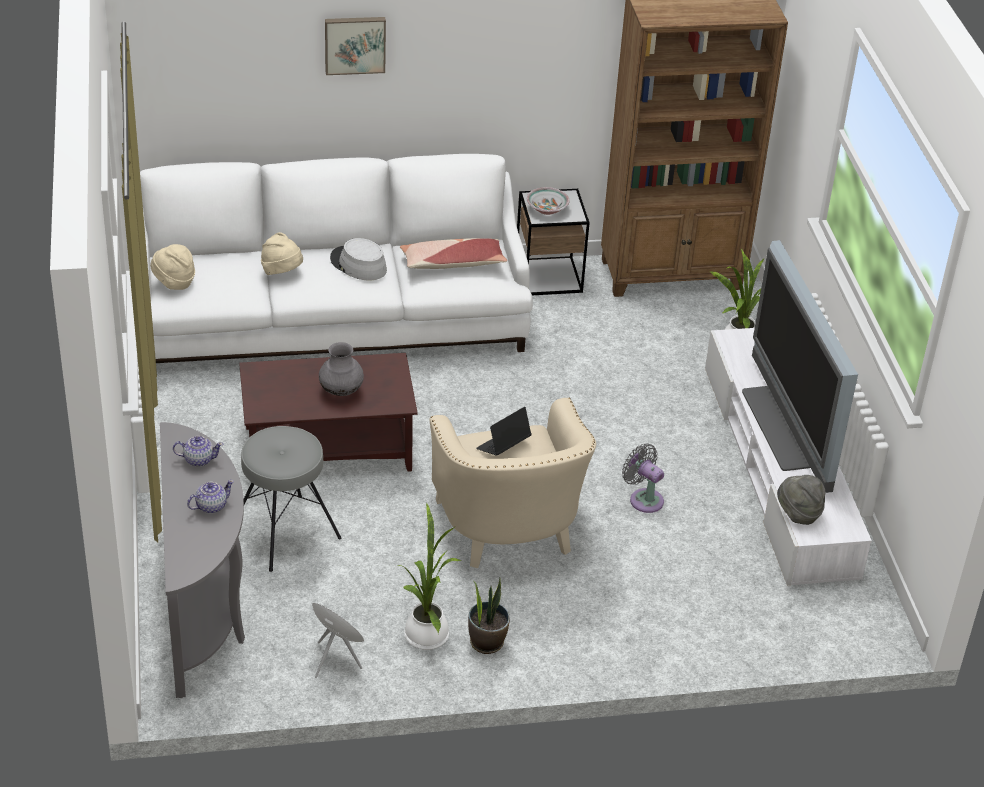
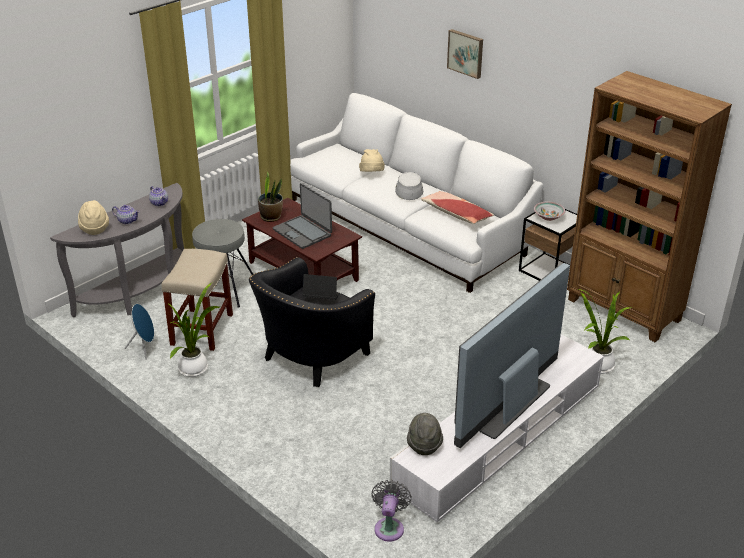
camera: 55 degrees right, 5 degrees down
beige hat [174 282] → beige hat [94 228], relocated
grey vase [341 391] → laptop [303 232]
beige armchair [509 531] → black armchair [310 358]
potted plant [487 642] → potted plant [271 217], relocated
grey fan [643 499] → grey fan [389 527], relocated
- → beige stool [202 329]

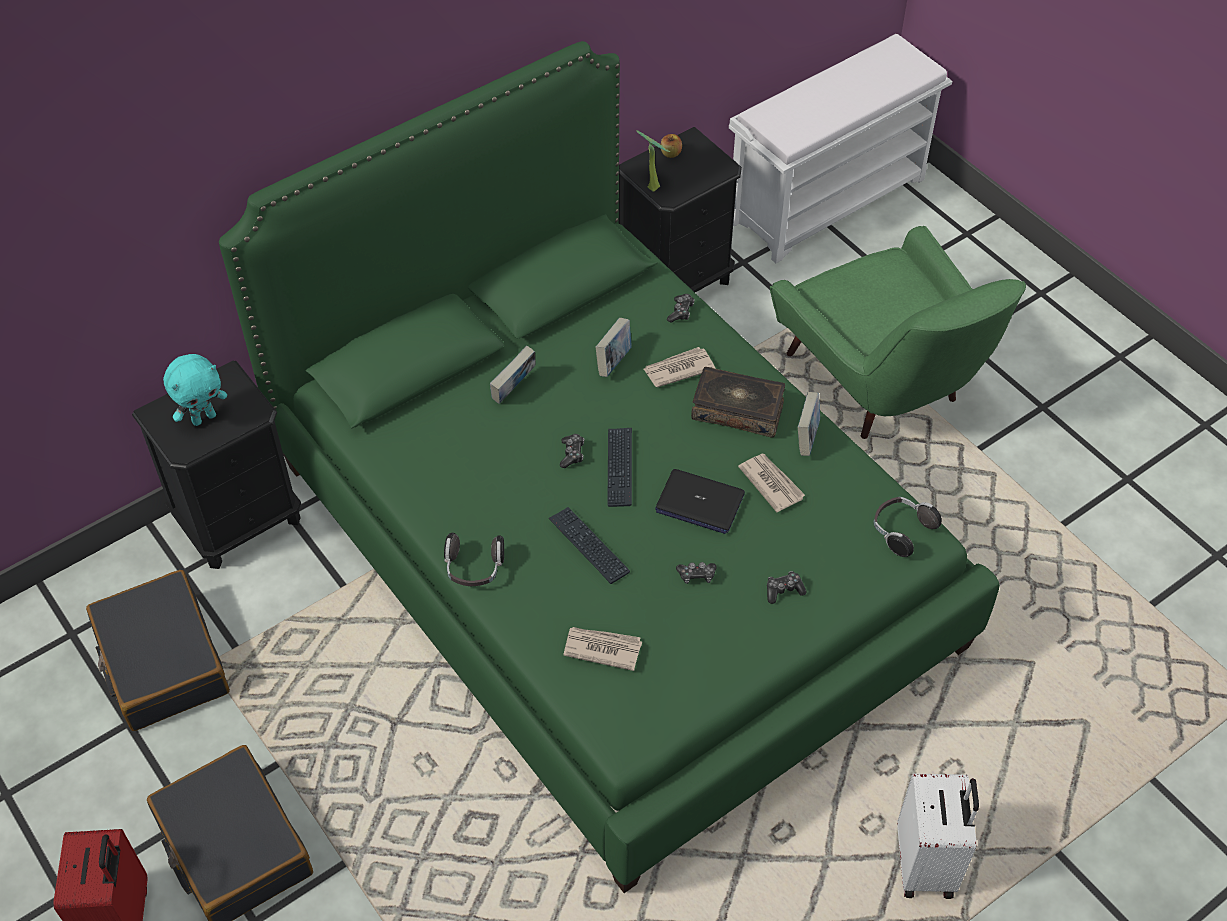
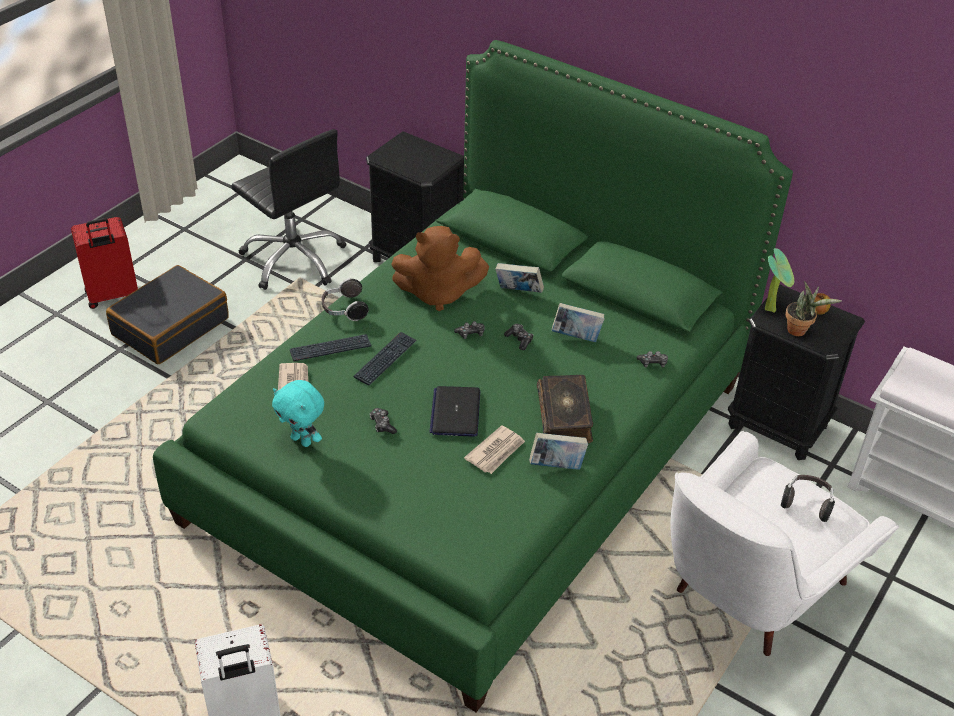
camera: 70 degrees right, 10 degrees down
black suitcase [162 662] → black office chair [294 259]
turquoise plush toy [204 418] → turquoise plush toy [302 440], relocated
keyboard [619 467] → keyboard [330 349], relocated
newspaper [678 369] → -
game controller [783 590] → game controller [519 340], relocated
green armchair [883 387] → white armchair [748 594]
headphones [901 531] → headphones [807 503], relocated
- → brown plush toy [438 293]
- → potted plant [799 330]

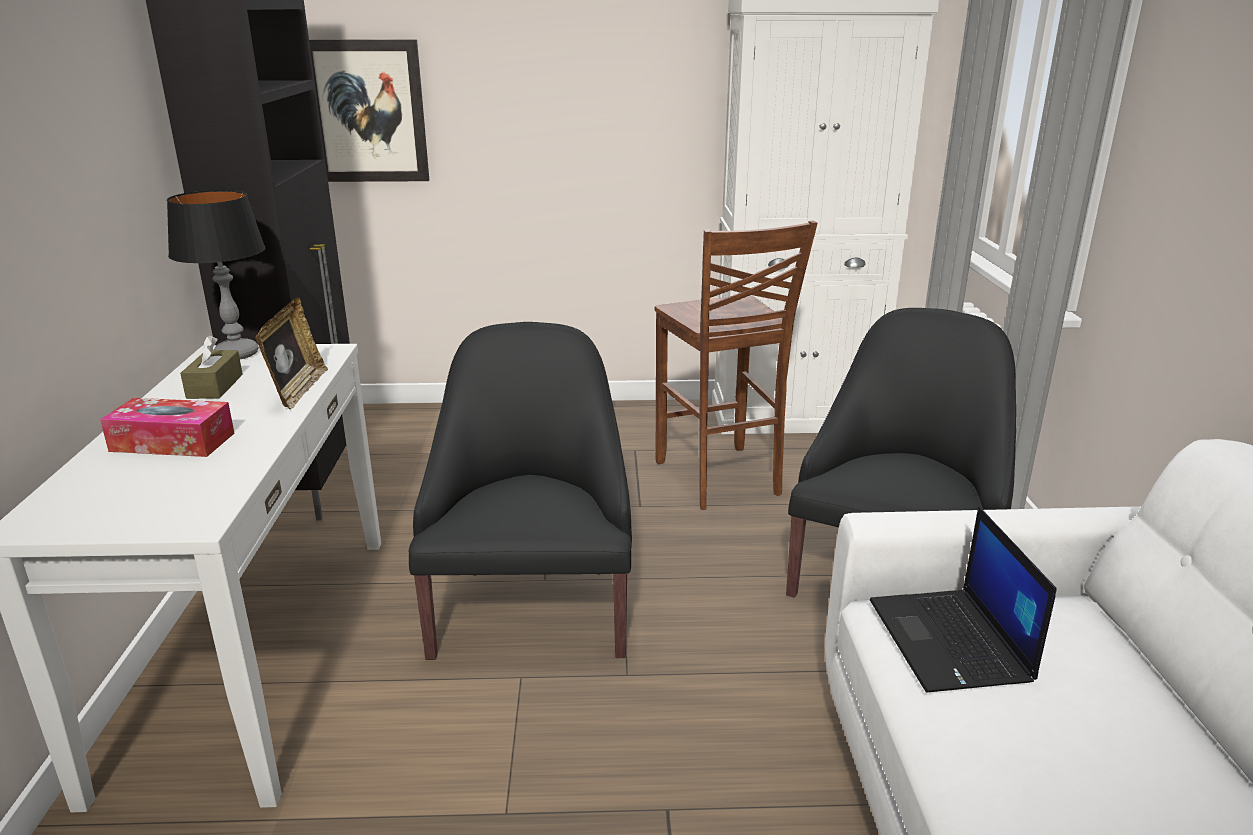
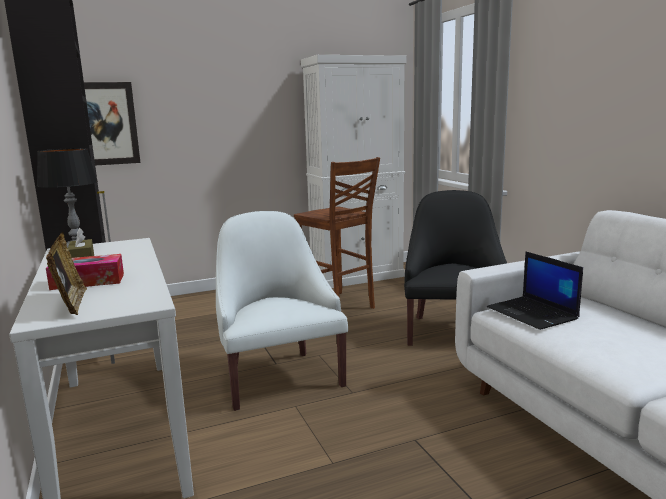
camera: 20 degrees left, 10 degrees down
picture frame [297 391] → picture frame [71 304], relocated
black armchair [532 609] → white armchair [279 377]

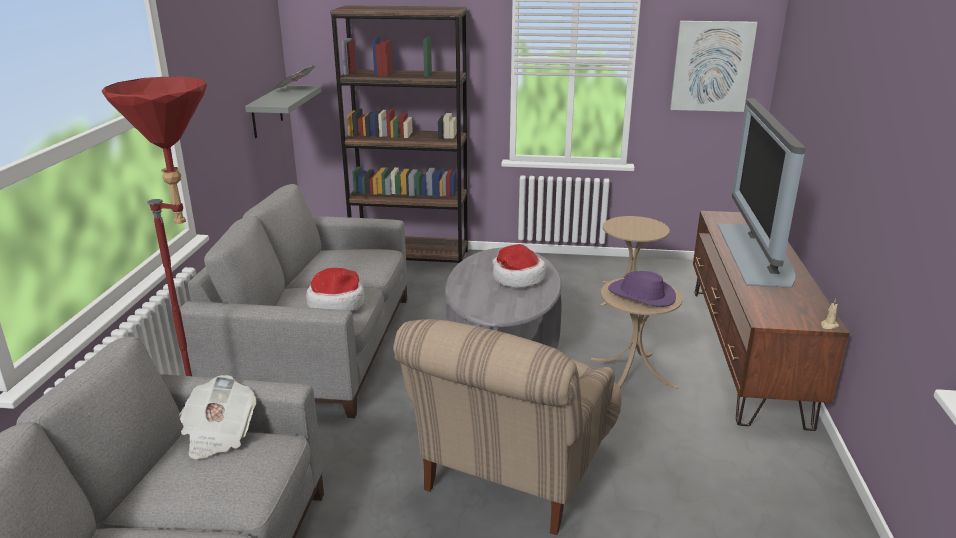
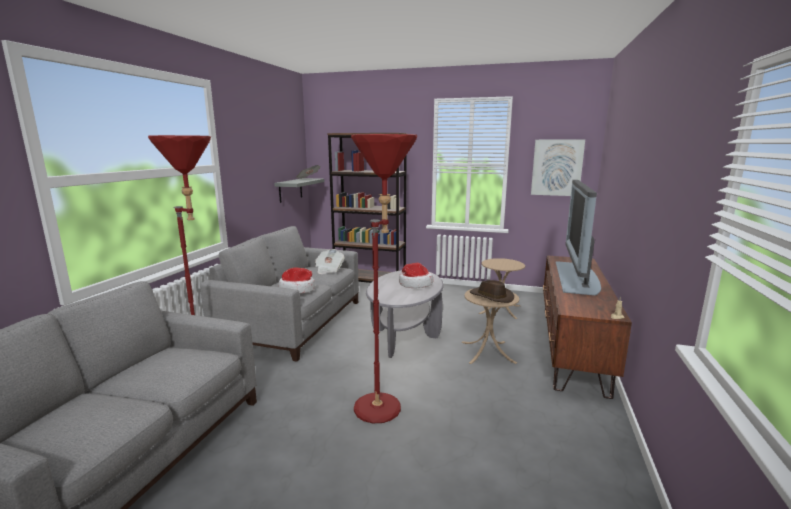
camera: 10 degrees right, 10 degrees down
newspaper [218 434] → newspaper [329 269], relocated
beige armchair [513 474] → red floor lamp [383 403]
purple hat [641 295] → brown hat [491 296]

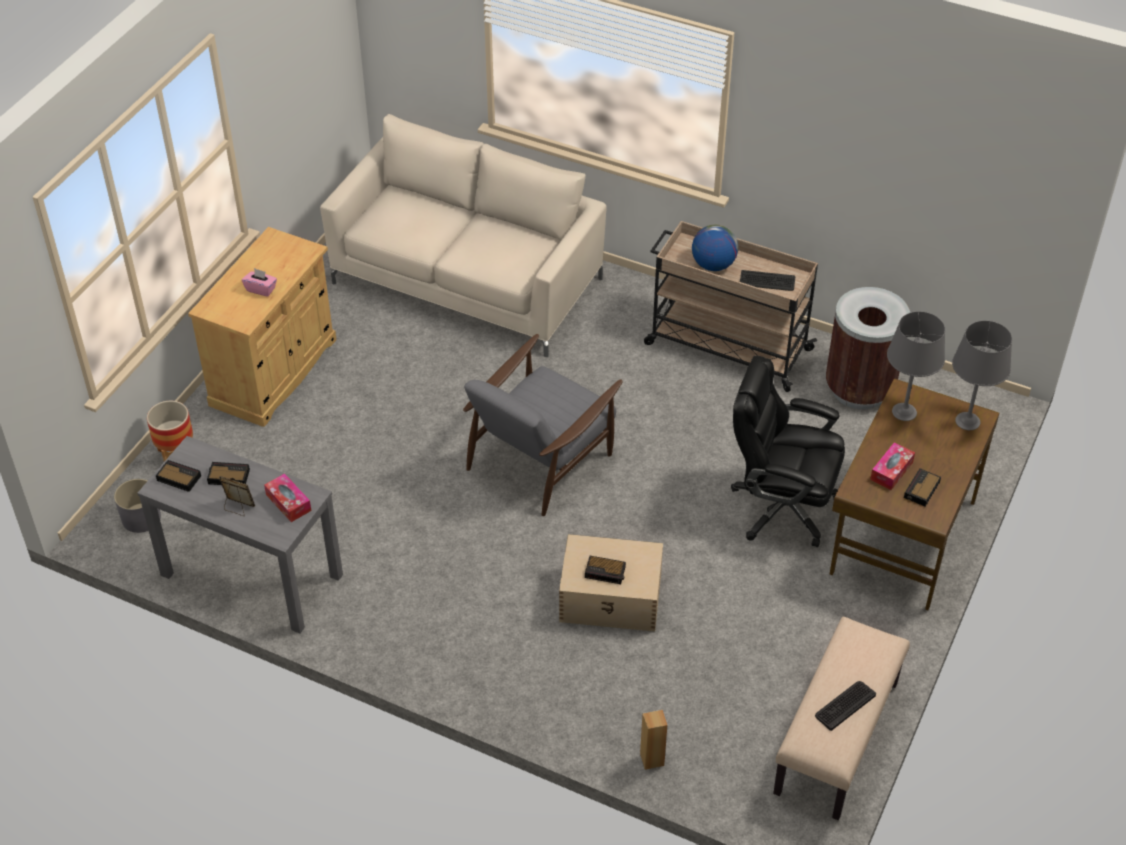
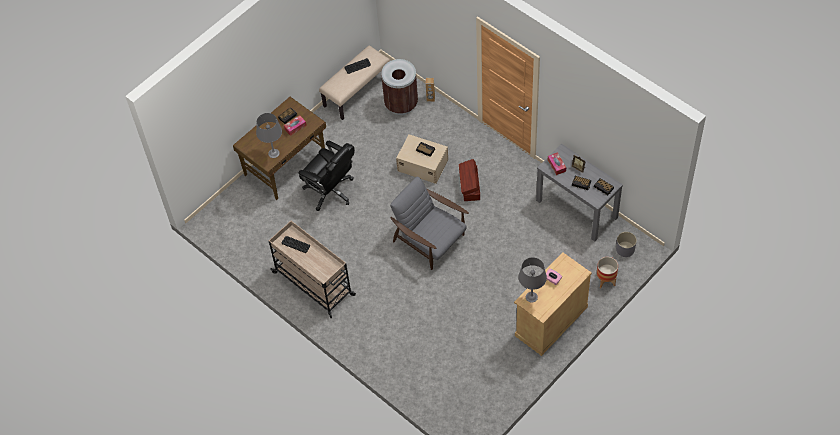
camera: 160 degrees left, 10 degrees up
beige sofa [467 280] → -
grey armchair [541 458] → grey armchair [430 240], 105 degrees counterclockwise
globe [713 265] → -
brown trash can [859 389] → brown trash can [401 104], relocated
grey table lamp [968 421] → grey table lamp [531 297], relocated
- → brown storage box [470 186]

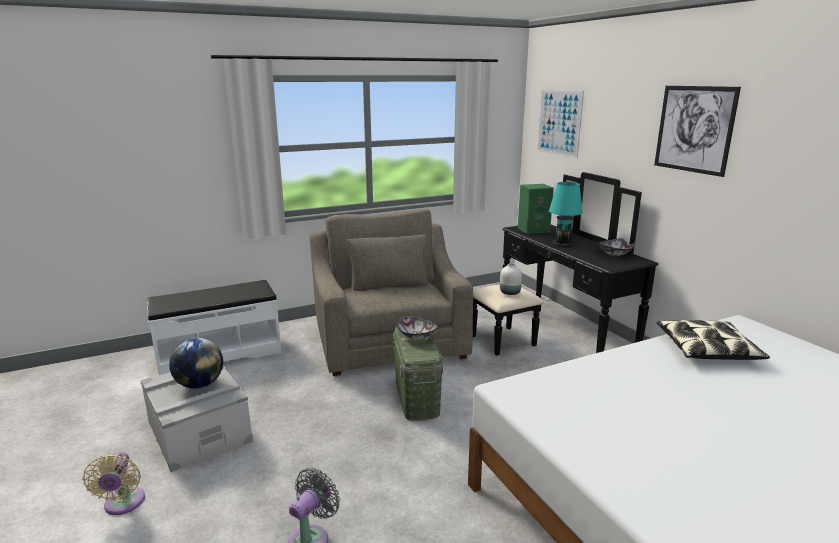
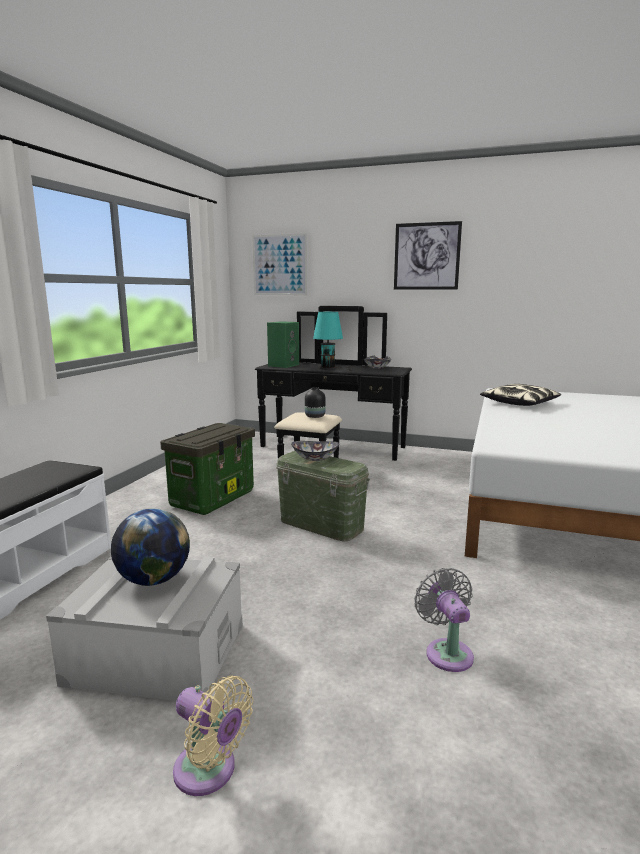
camera: 45 degrees left, 5 degrees down
grey armchair [388 340] → storage box [213 498]
white vase [509 292] → black vase [314 416]

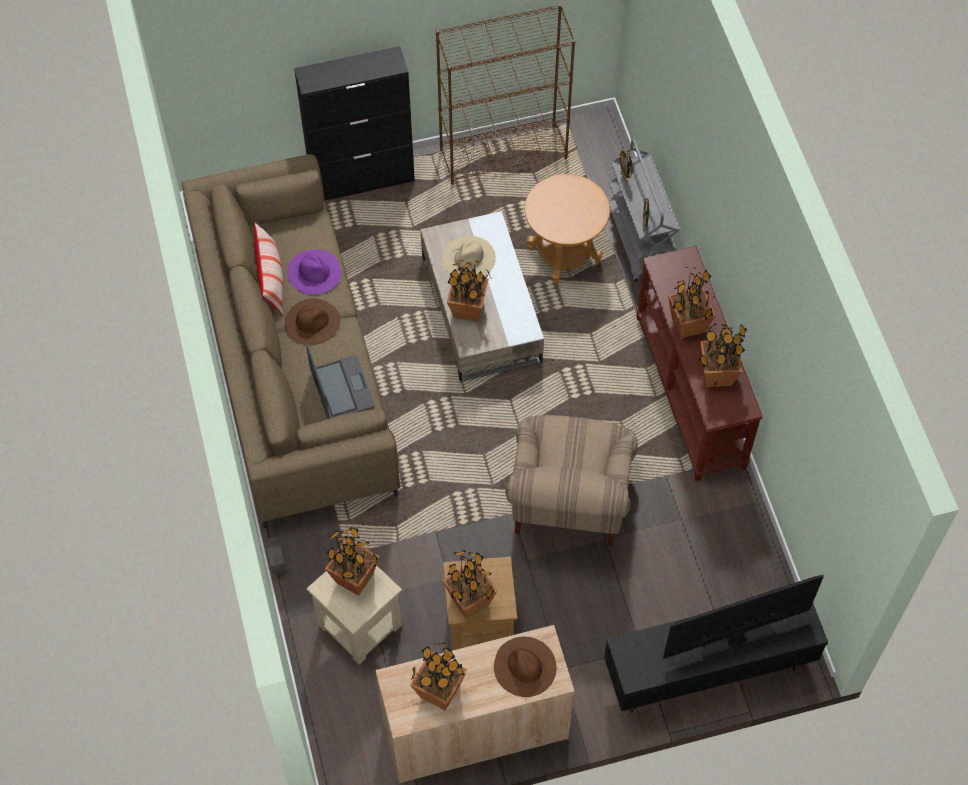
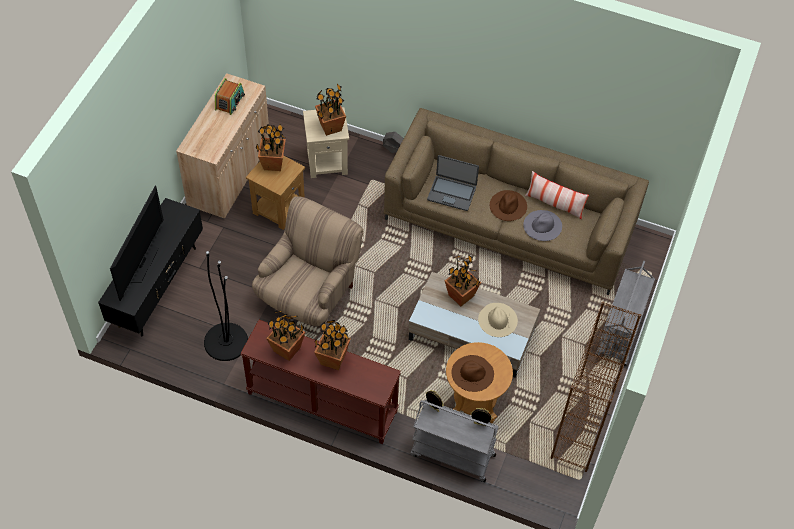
camera: 125 degrees right, 5 degrees down
purple hat [314 272] → grey hat [542 225]
black cabinet [362 179] → grey cart [620 333]
potted plant [439 691] → radio [230 102]
brown hat [524 666] → brown hat [472 373], relocated
beige armchair [569 502] → beige armchair [309 292], 75 degrees clockwise
- → black floor lamp [226 341]

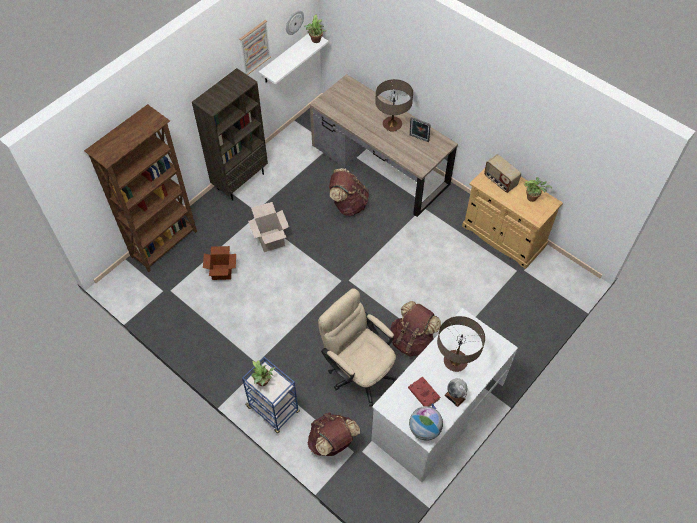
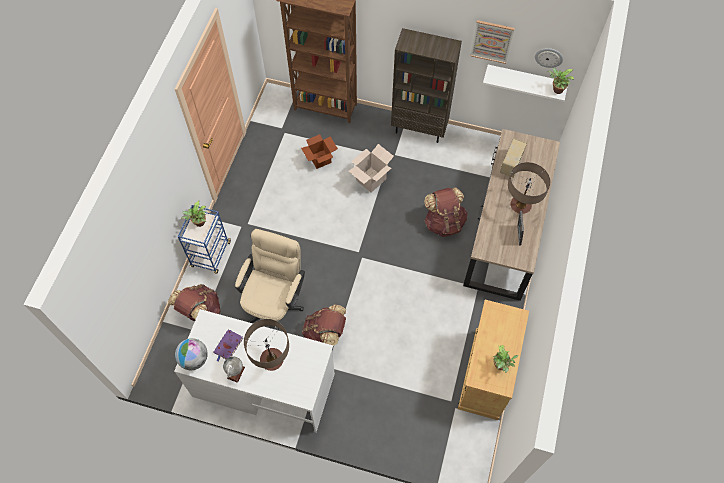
camera: 65 degrees right, 5 degrees up
red book [424 394] → purple book [228 346]
radio [500 181] → radio [510 164], relocated

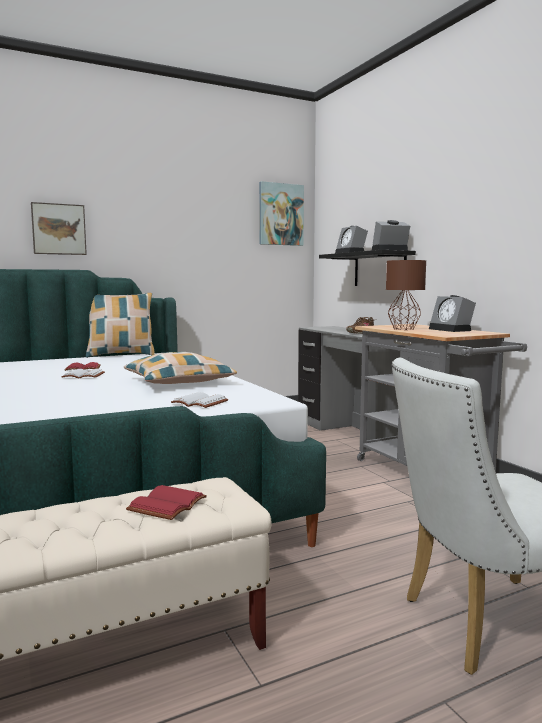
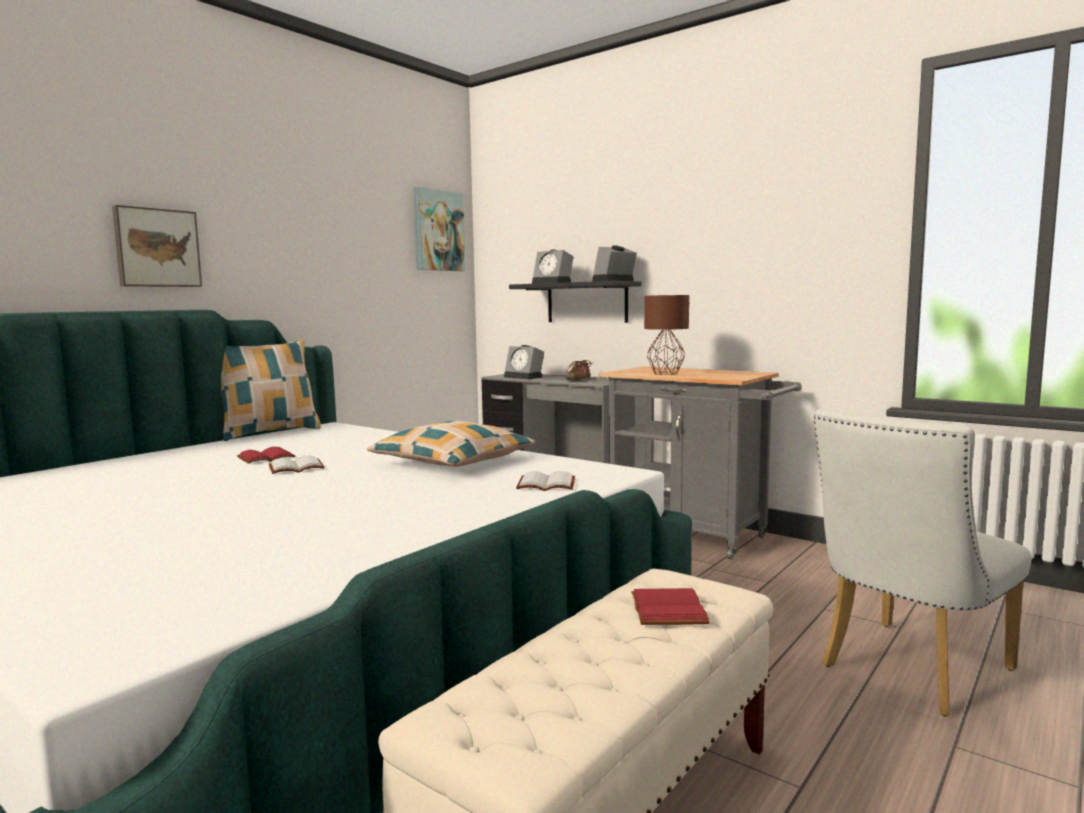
camera: 25 degrees left, 0 degrees up
alarm clock [452 330] → alarm clock [525 377], relocated

